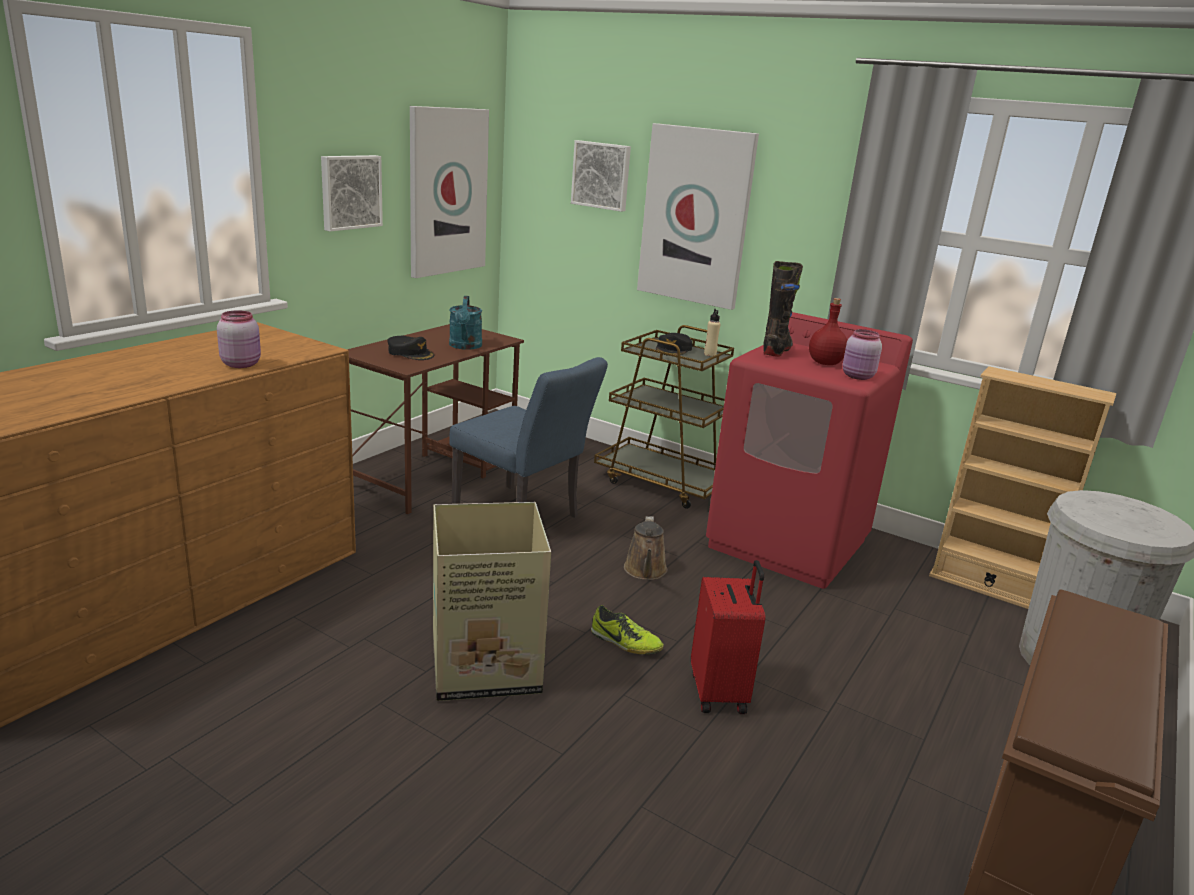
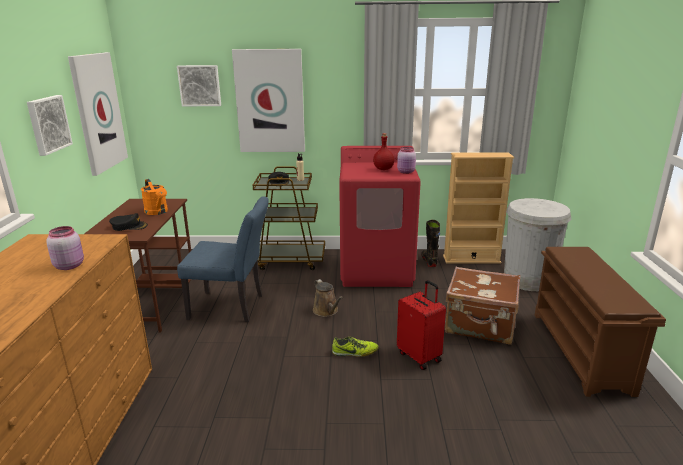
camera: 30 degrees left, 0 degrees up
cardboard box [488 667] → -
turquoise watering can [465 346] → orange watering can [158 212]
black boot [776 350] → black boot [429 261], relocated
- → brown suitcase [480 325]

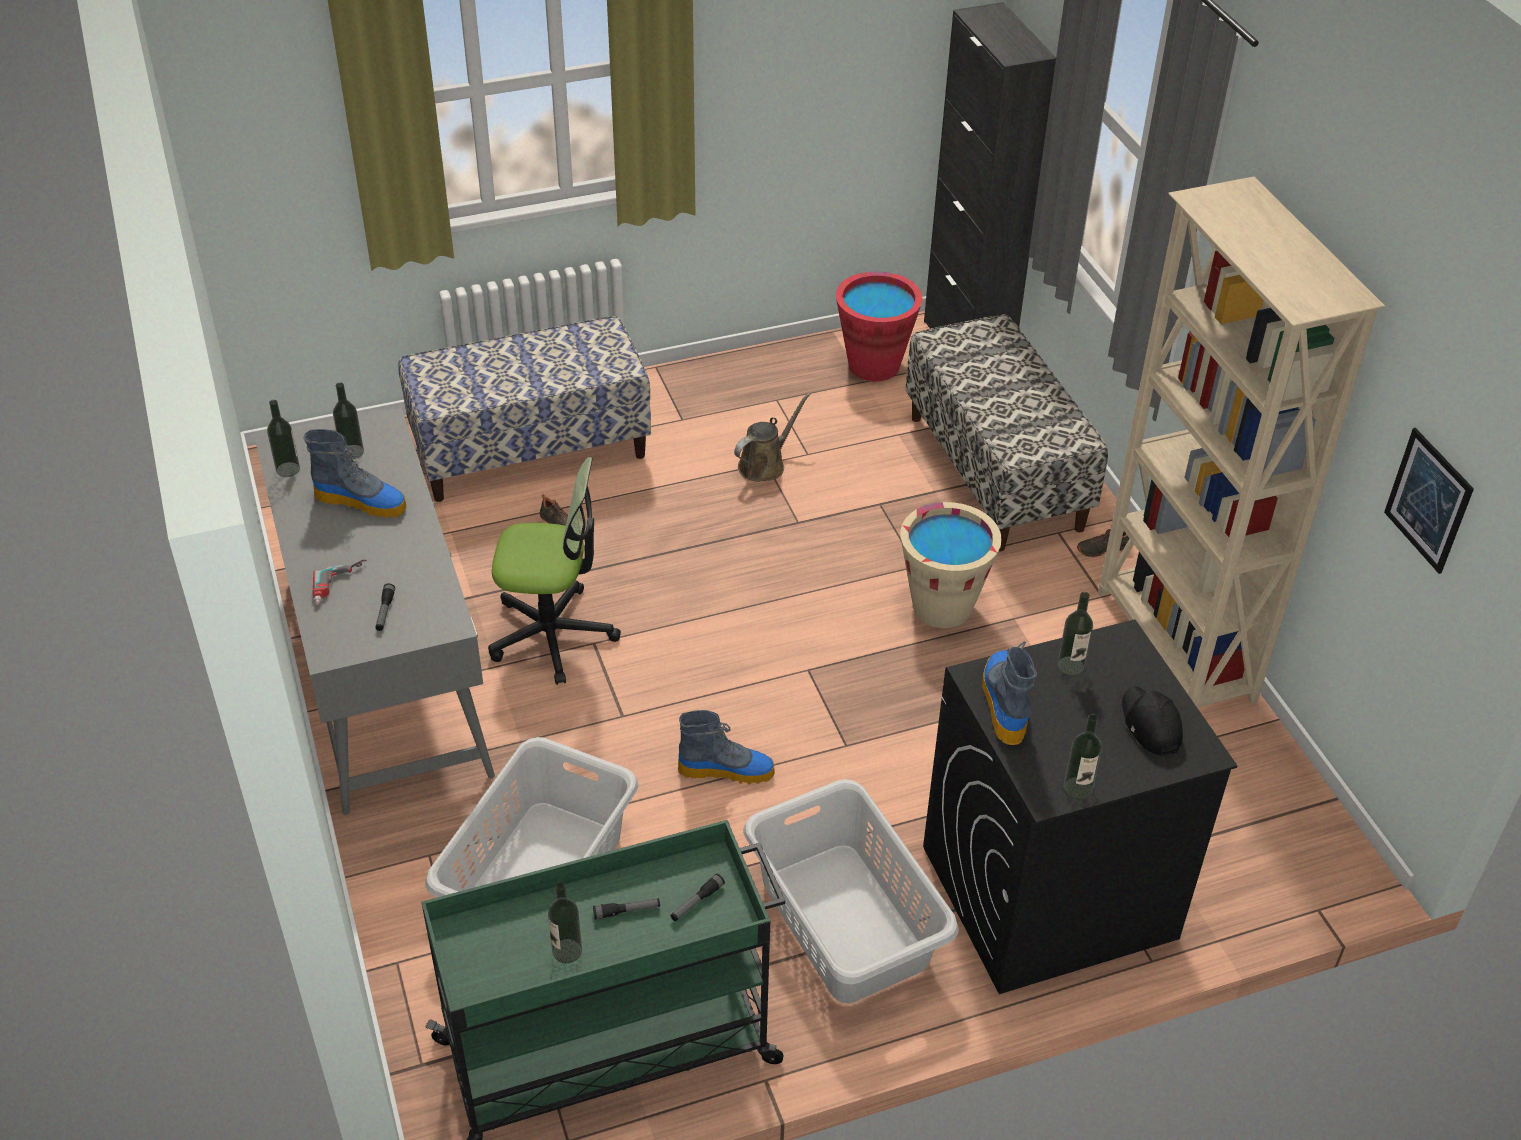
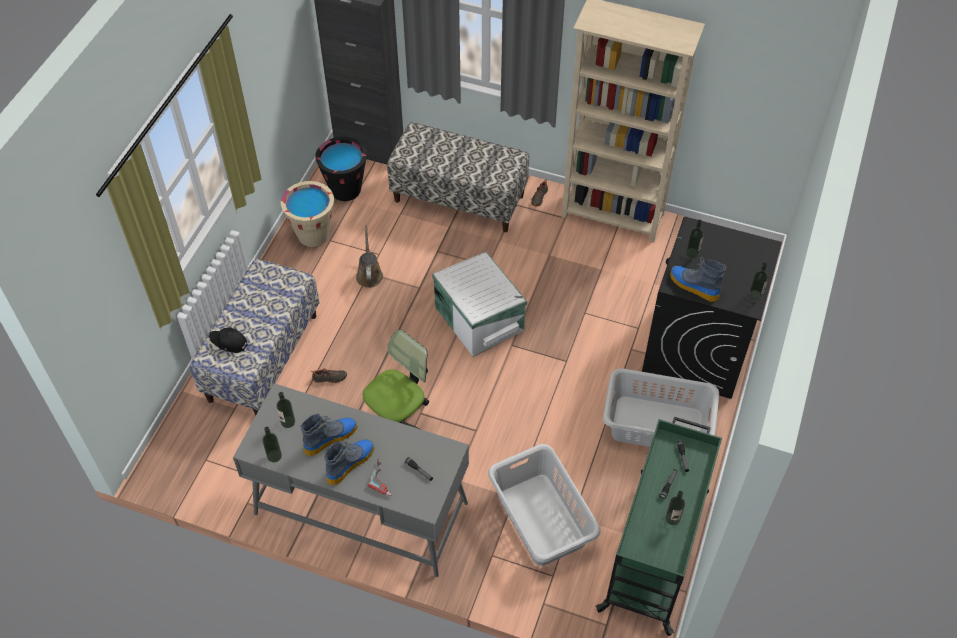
camera: 50 degrees left, 10 degrees up
boot [727 770] → boot [350 463], relocated
red bucket [874 365] → black bucket [345 190]
beige bucket [942 607] → beige bucket [313 235], relocated
black cap [1150 725] → black cap [229 342], relocated
picture [1428 500] → -
- → white storage box [479 317]

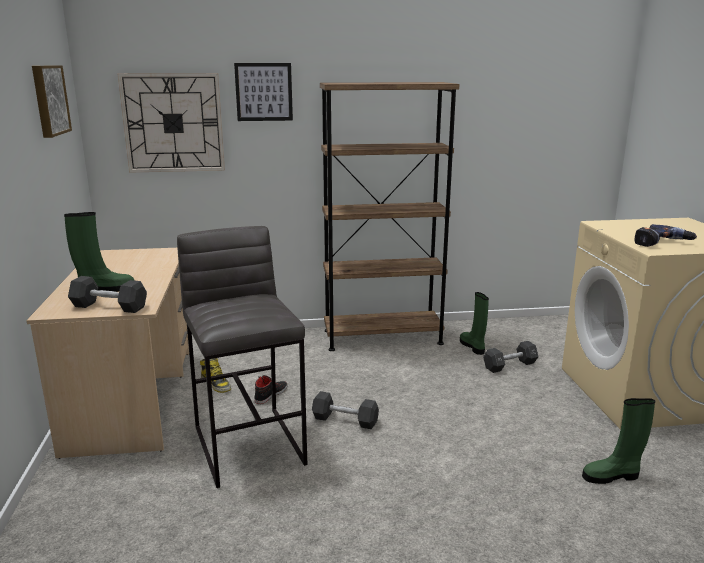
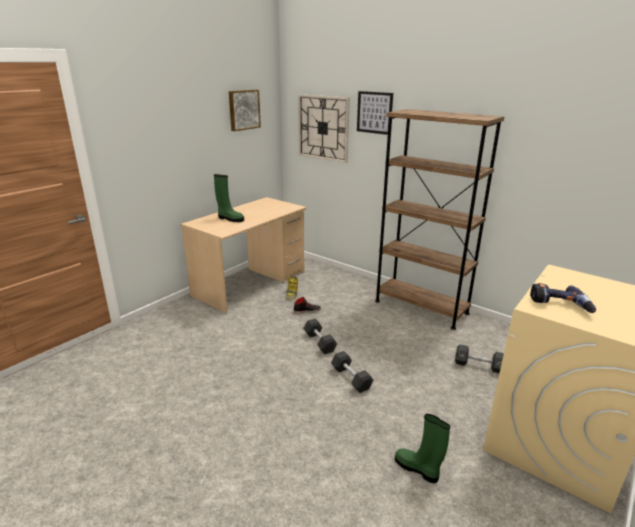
camera: 45 degrees right, 5 degrees up
black dumbbell [109 307] → black dumbbell [351 378], relocated
grey stool [249 444] → -
green boot [473 347] → -

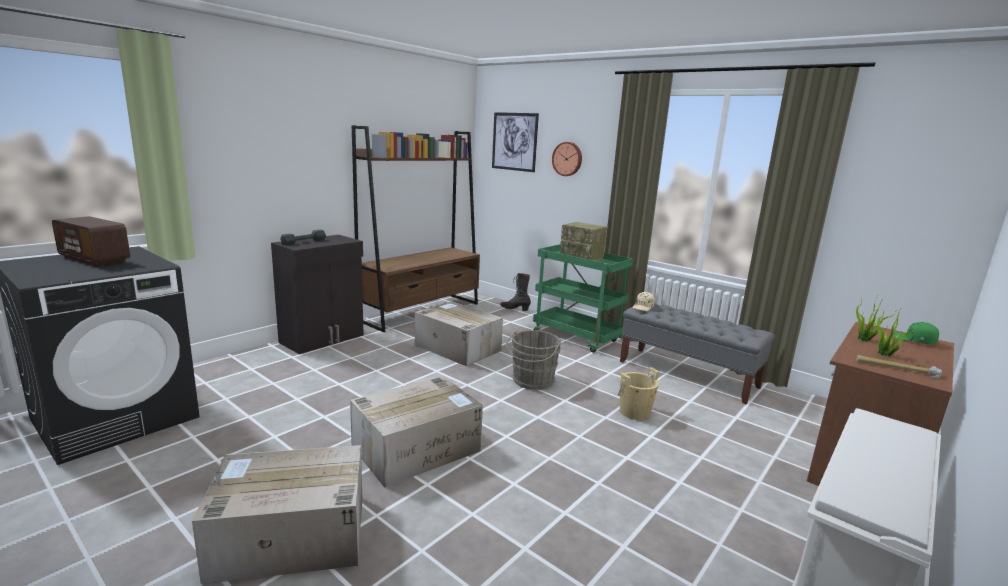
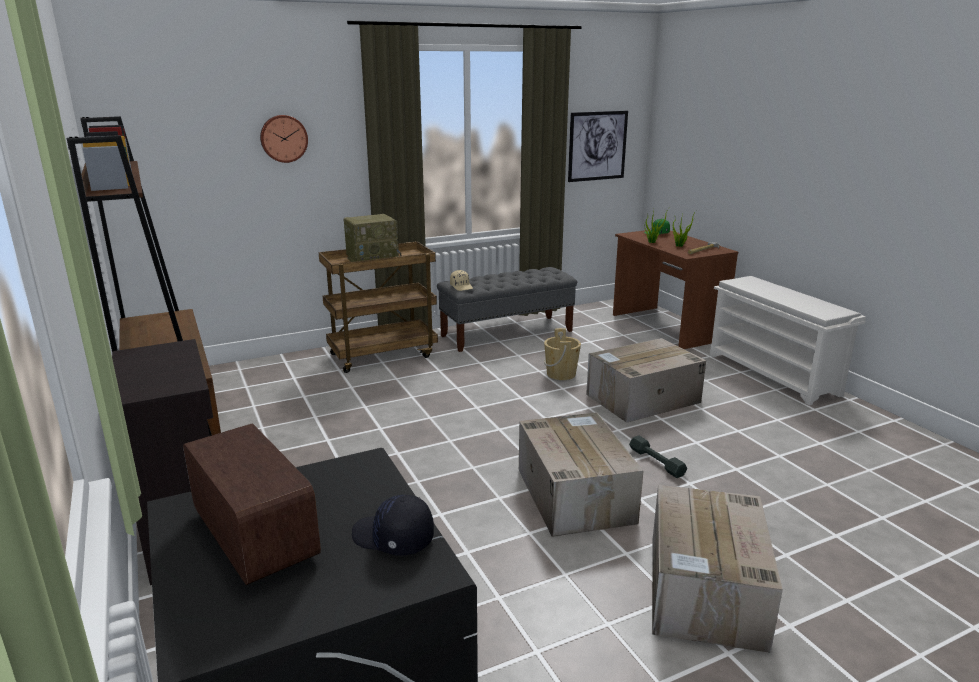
camera: 65 degrees left, 5 degrees up
radio [95 259] → radio [254 536], 90 degrees counterclockwise
grey dumbbell [303 242] → grey dumbbell [656 462], relocated
cardboard box [456 347] → cardboard box [642 399], relocated
picture [514 141] → picture [597 146], relocated
black boot [515 309] → -
grey bucket [531 381] → -
green cart [577 338] → brown cart [383 355]
- → black cap [392 538]

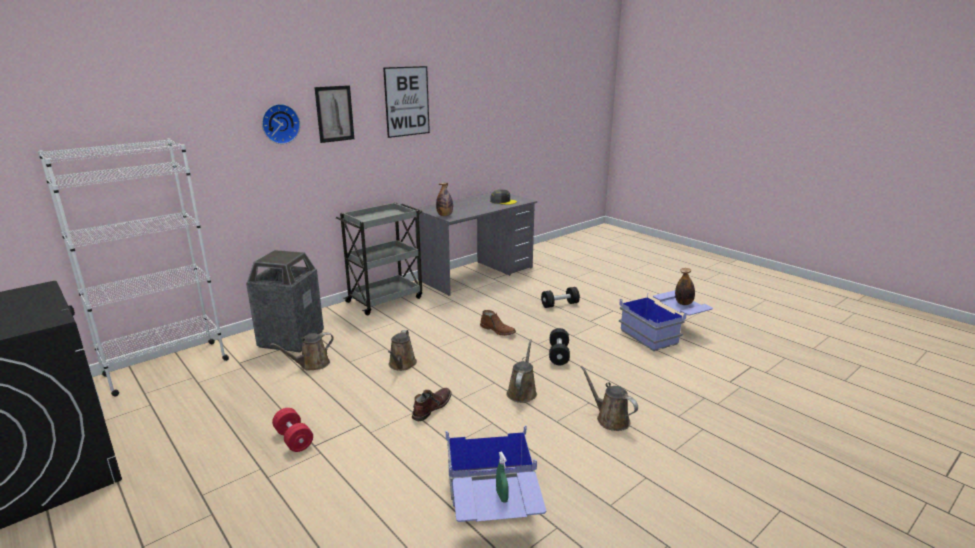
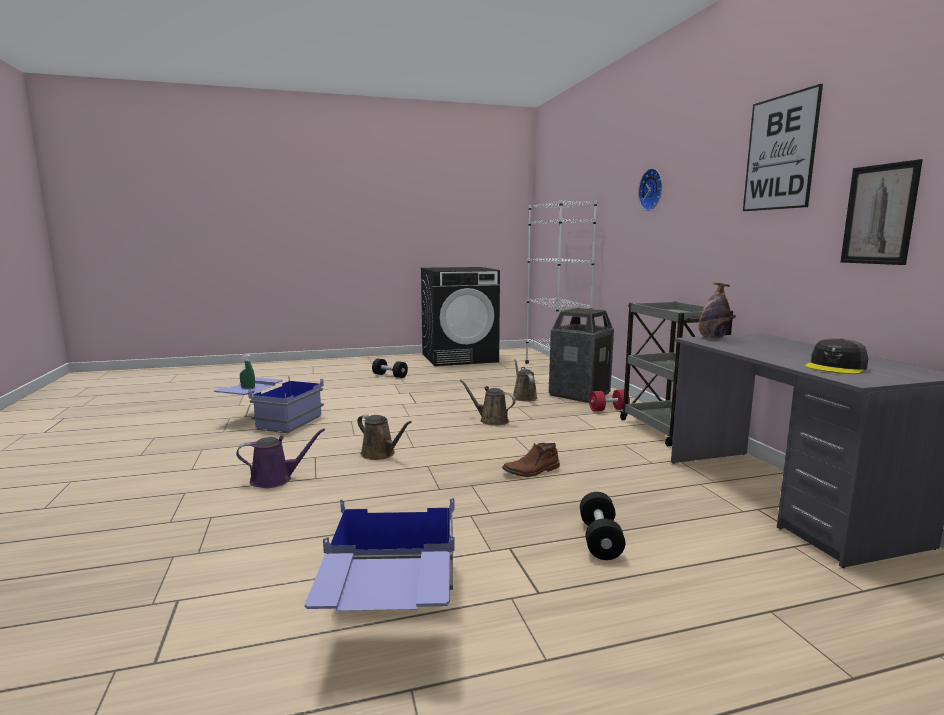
camera: 115 degrees right, 10 degrees down
red dumbbell [294 439] → red dumbbell [608 409], relocated
picture [334 114] → picture [879 214], relocated
brown boot [431 407] → -
black dumbbell [558 355] → black dumbbell [390 375], relocated
brown watering can [610 419] → purple watering can [275 479]
bottle [683 303] → -

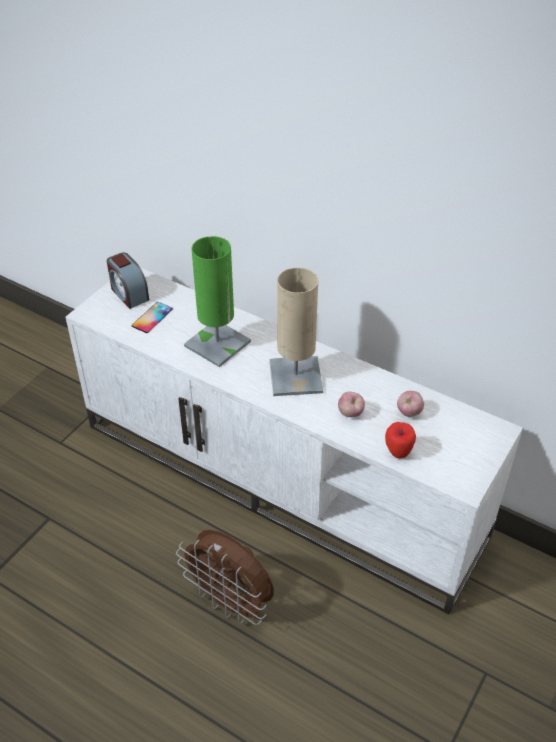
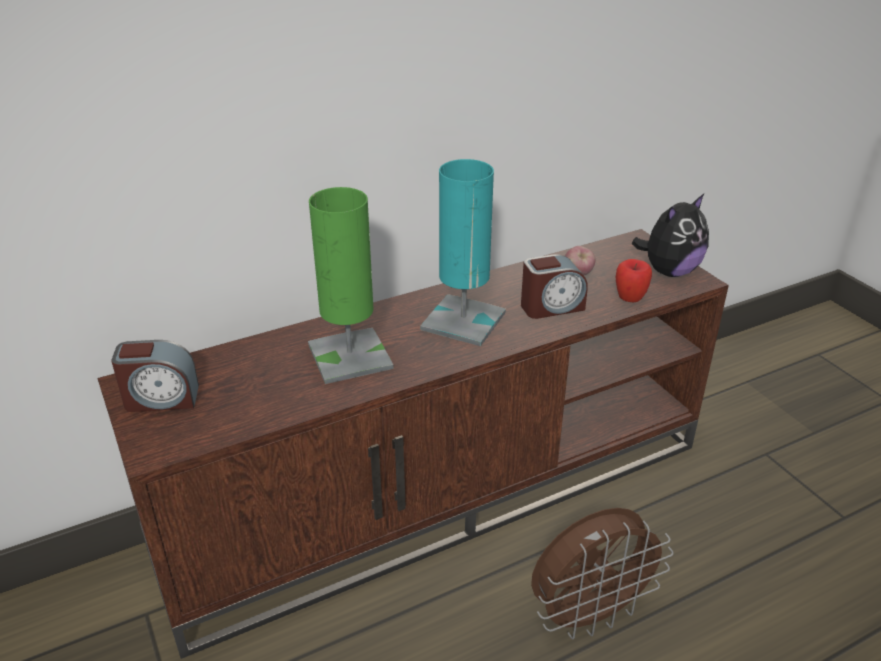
camera: 60 degrees left, 10 degrees down
white tv stand [282 478] → brown tv stand [440 493]
phone [152 317] → -
beige table lamp [295 377] → turquoise table lamp [463 321]
apple [350 414] → alarm clock [551 307]
- → plush toy [669 271]

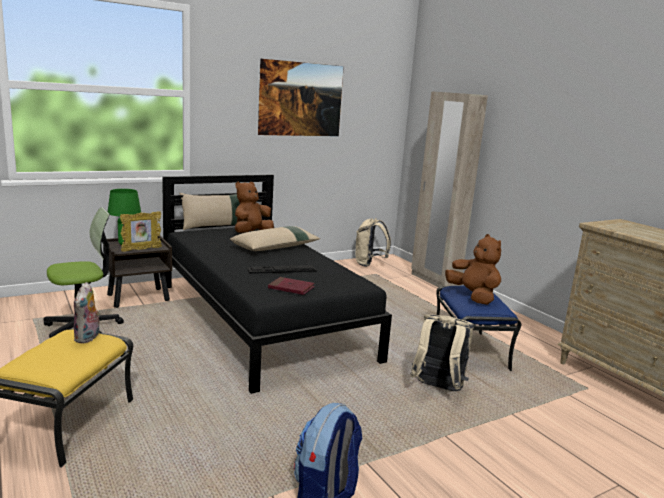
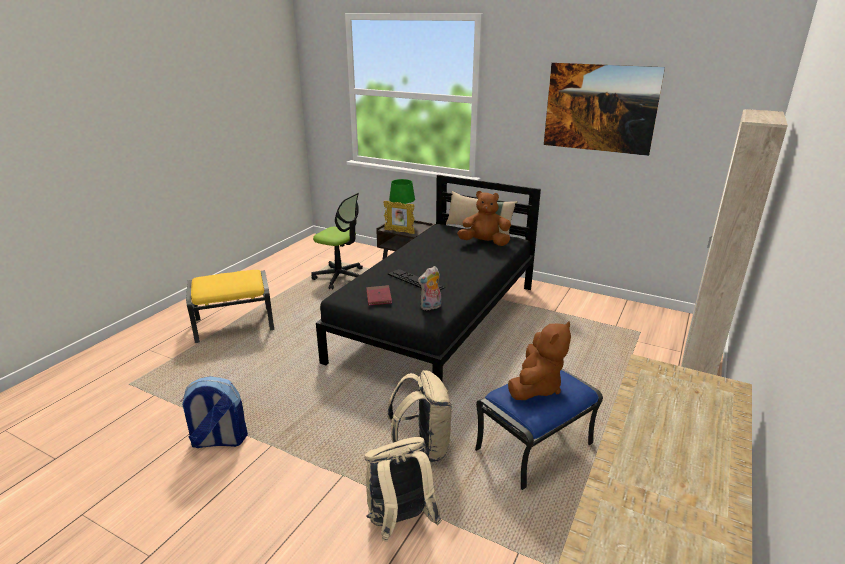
camera: 60 degrees right, 10 degrees up
plush toy [88 338] → plush toy [430 307], relocated
beige pillow [276 247] → -
beige backpack [369 264] → beige backpack [400 522], relocated

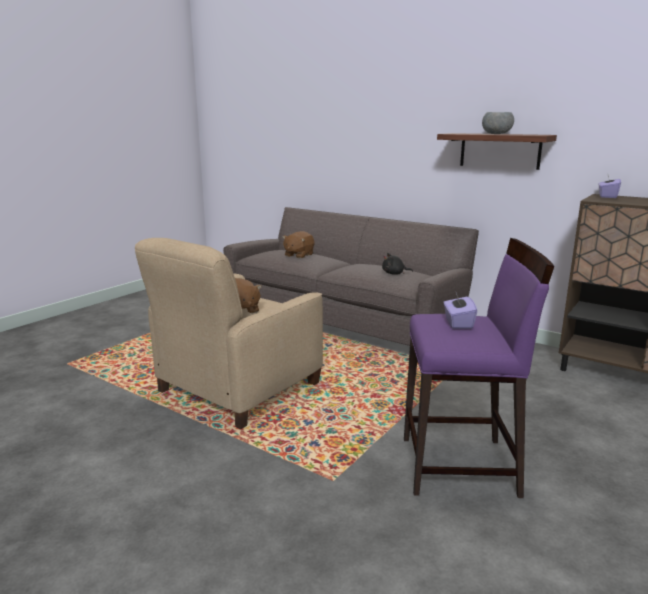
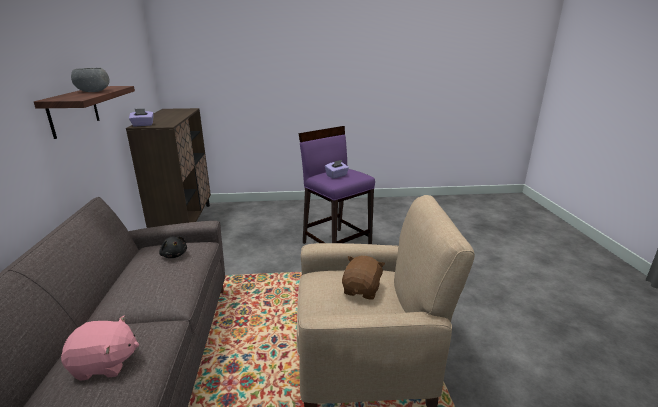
camera: 130 degrees left, 5 degrees up
brown plush toy [298 255] → pink plush toy [105 364]

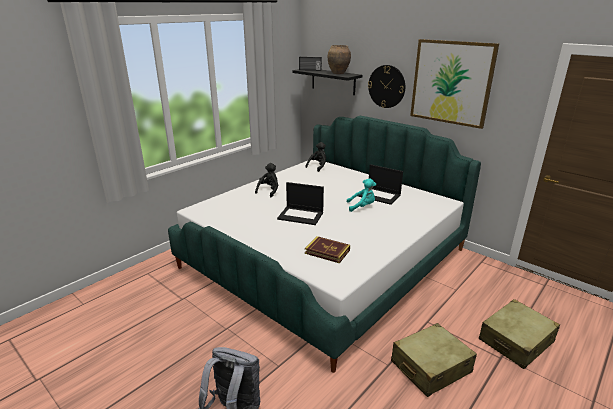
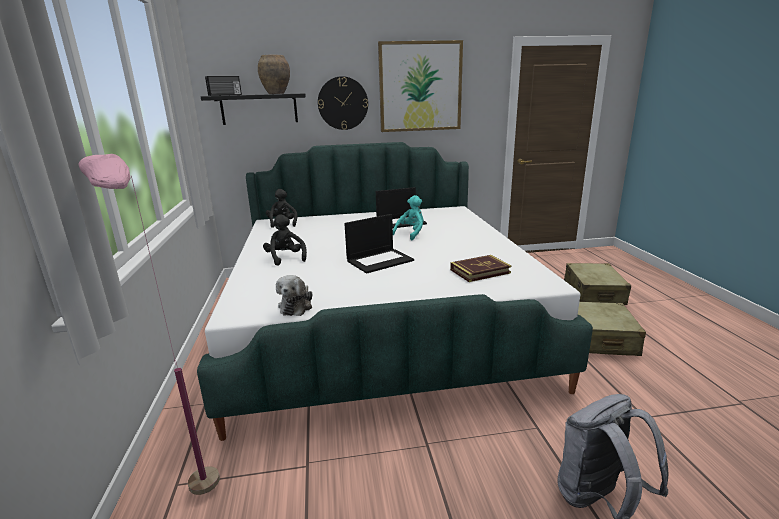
camera: 50 degrees left, 5 degrees down
- → pink floor lamp [190 478]
- → plush toy [296 306]

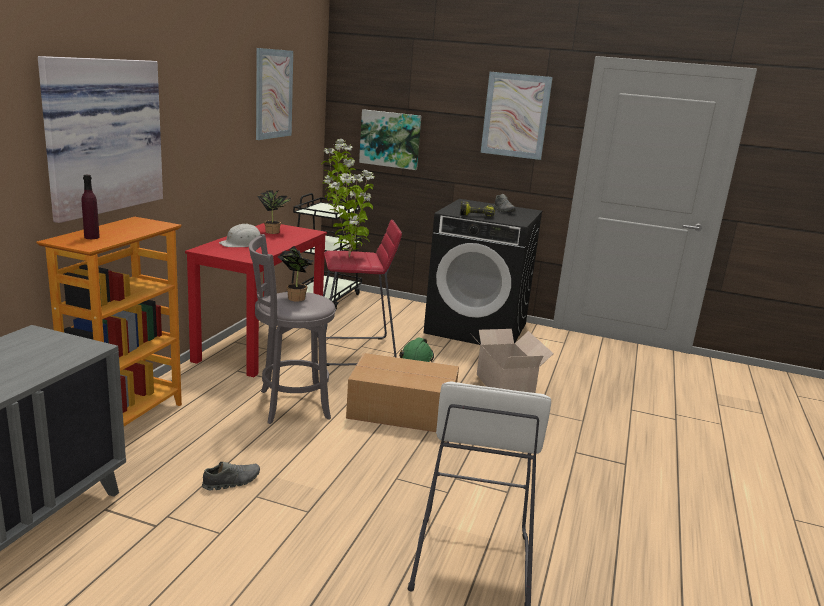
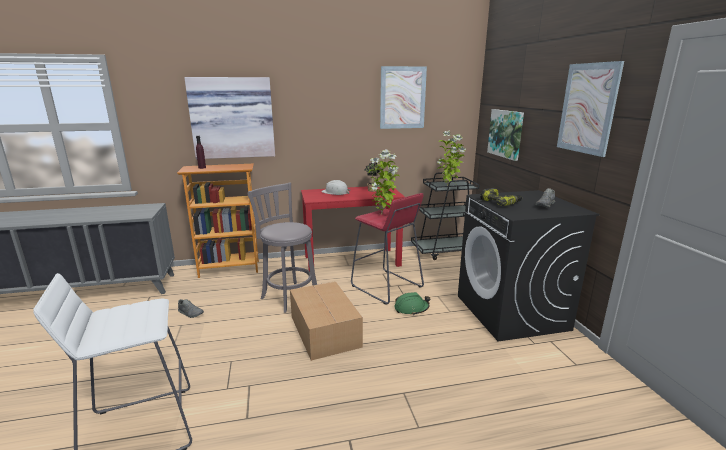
camera: 60 degrees right, 0 degrees up
potted plant [294 297] → -
cardboard box [504 385] → -

